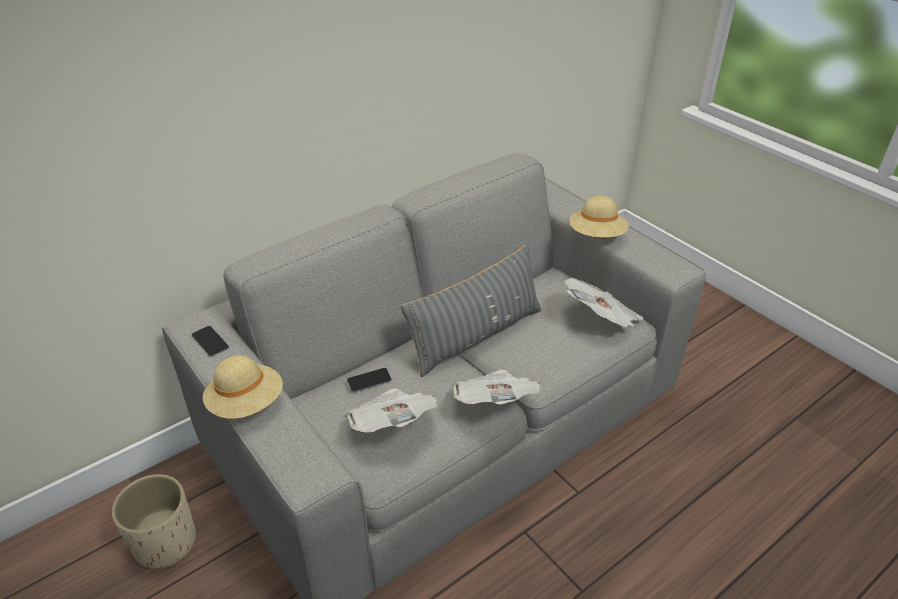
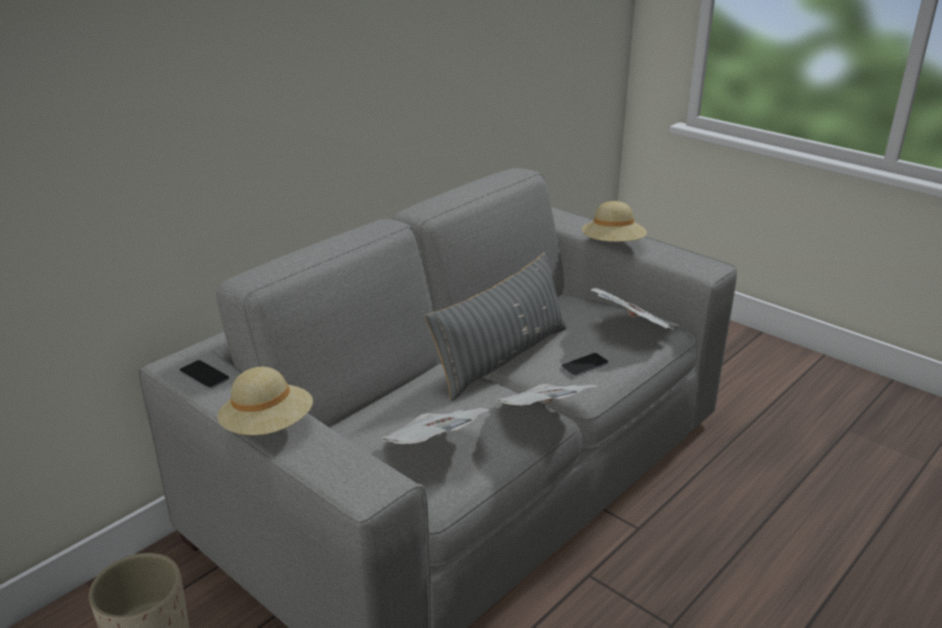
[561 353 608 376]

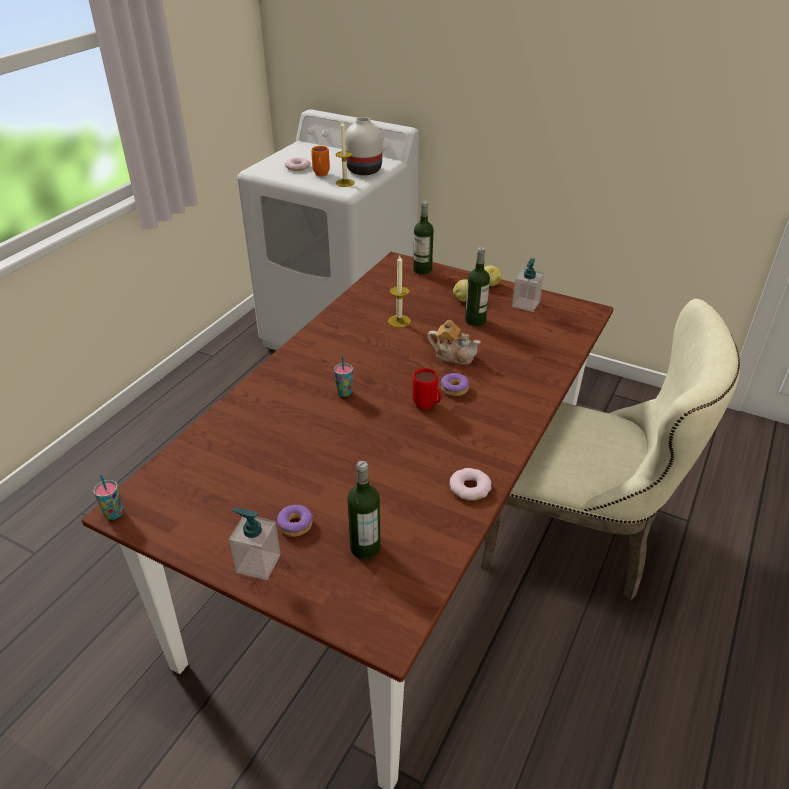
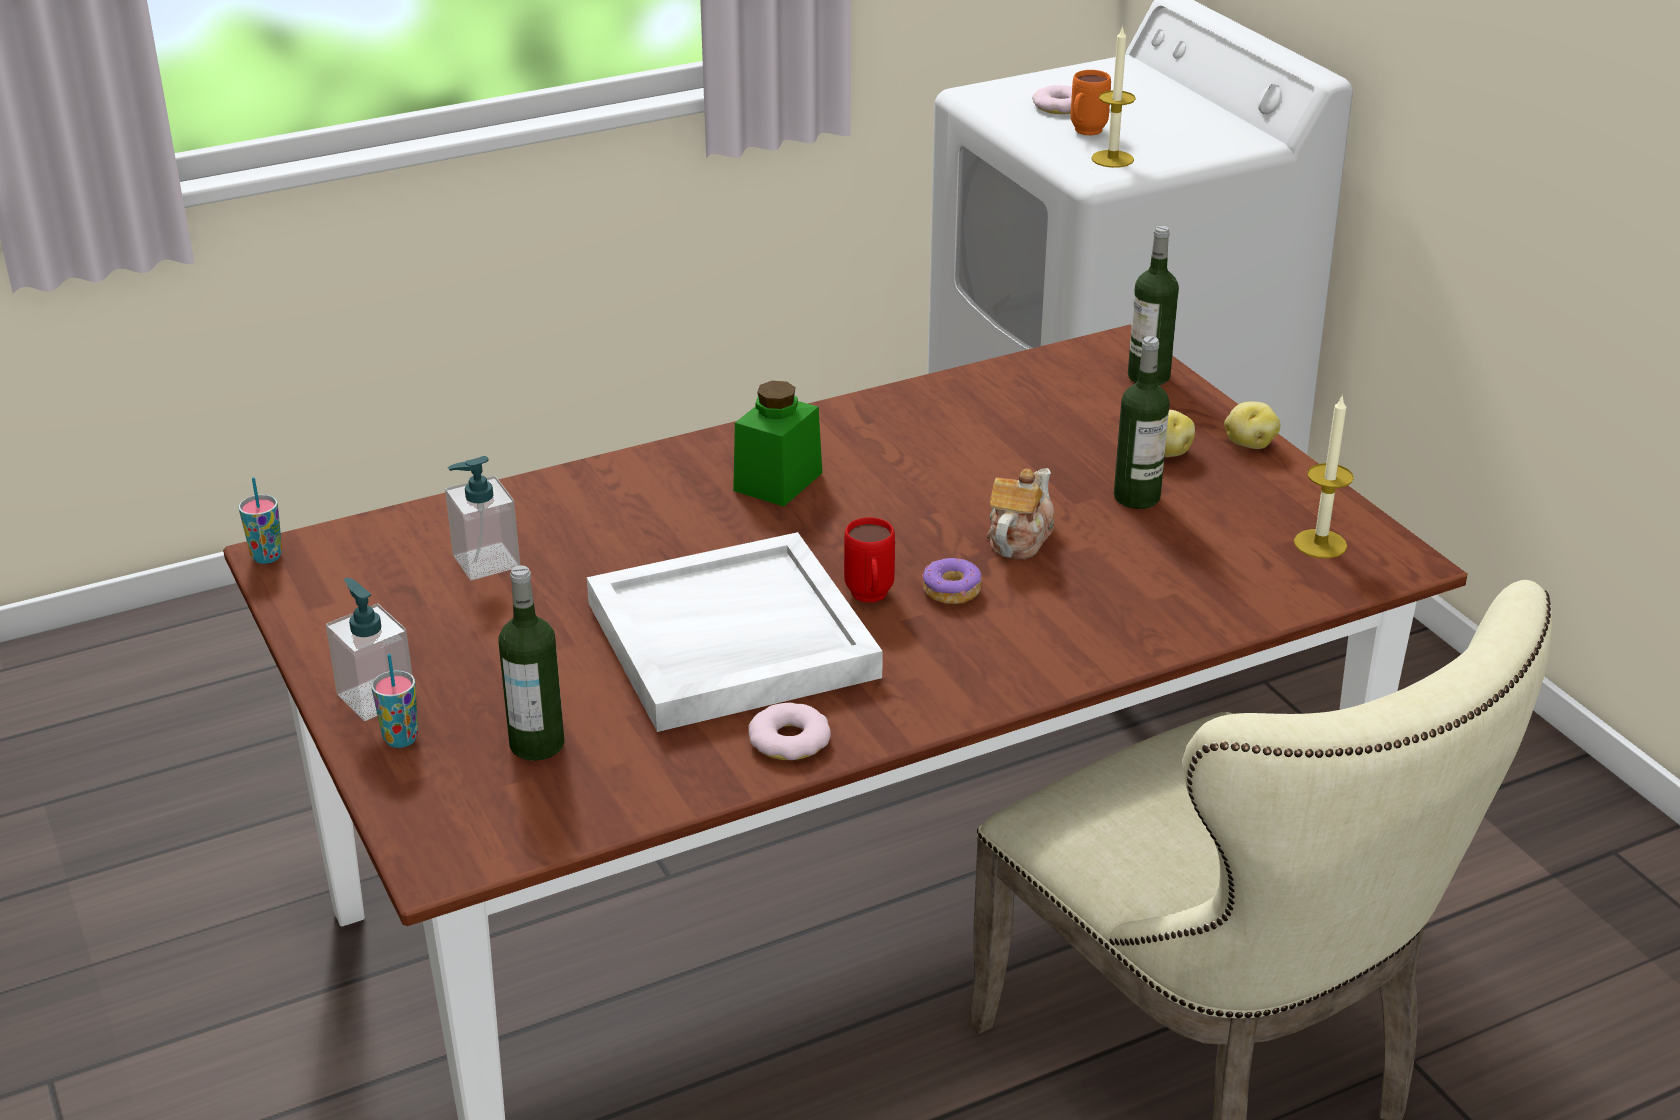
[277 505 313 537] (first image)
[345 117 382 175] (first image)
[587 532 883 732]
[733 381 822 507]
[371 654 418 748]
[1294 394 1354 558]
[445 456 520 580]
[986 468 1055 559]

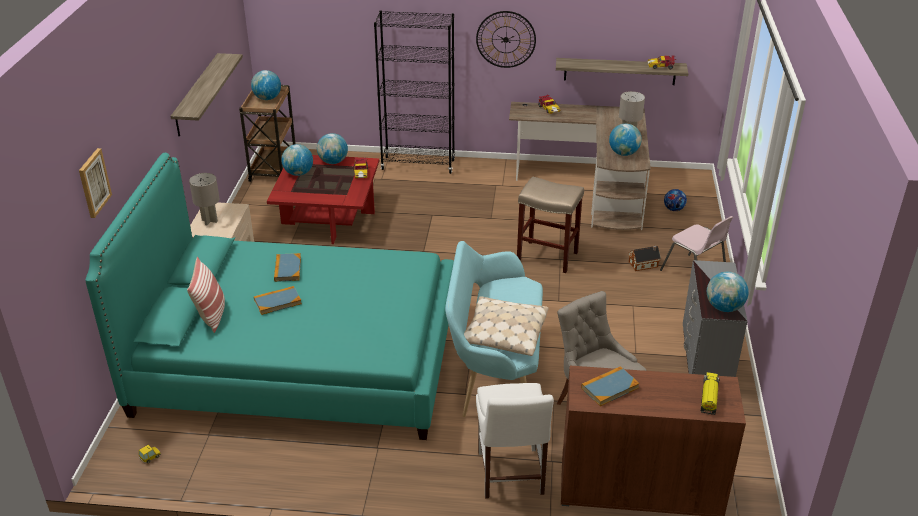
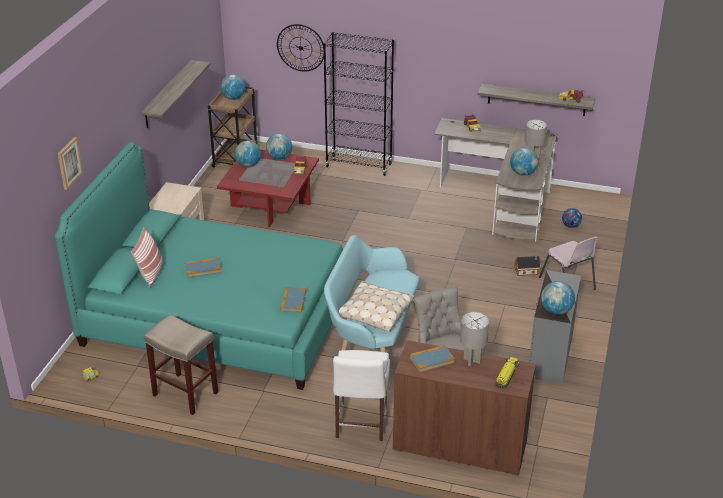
[460 312 489 366]
[280 287 306 313]
[277 24 324 72]
[144 314 218 415]

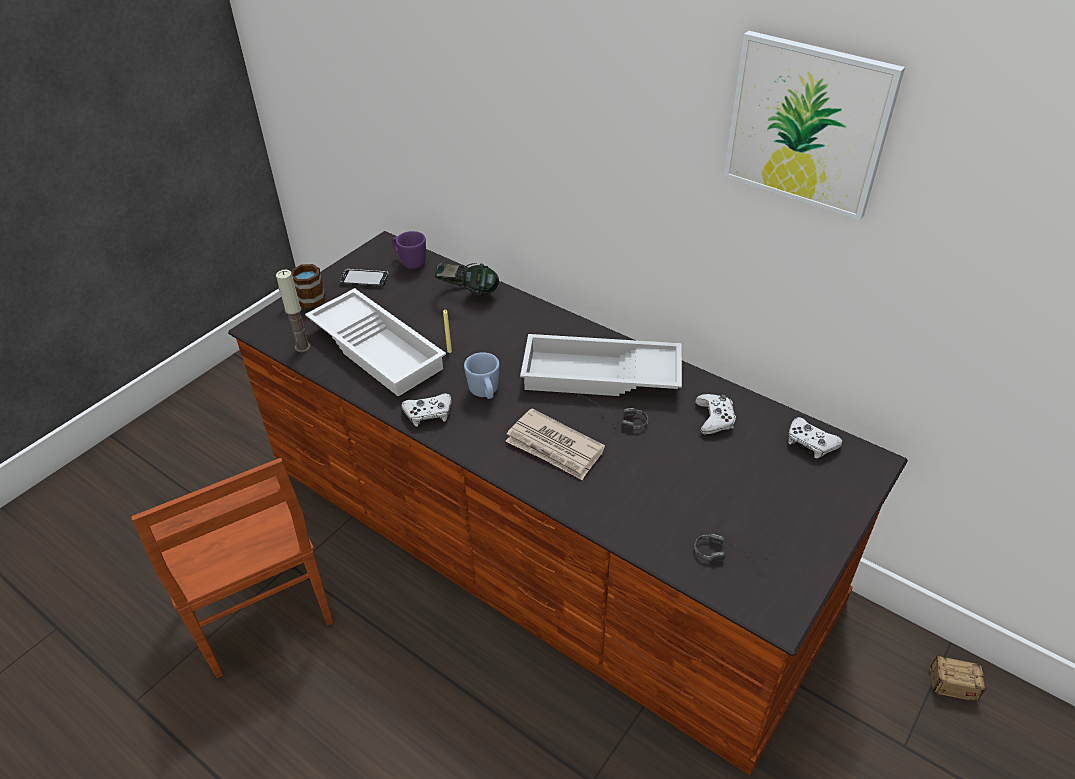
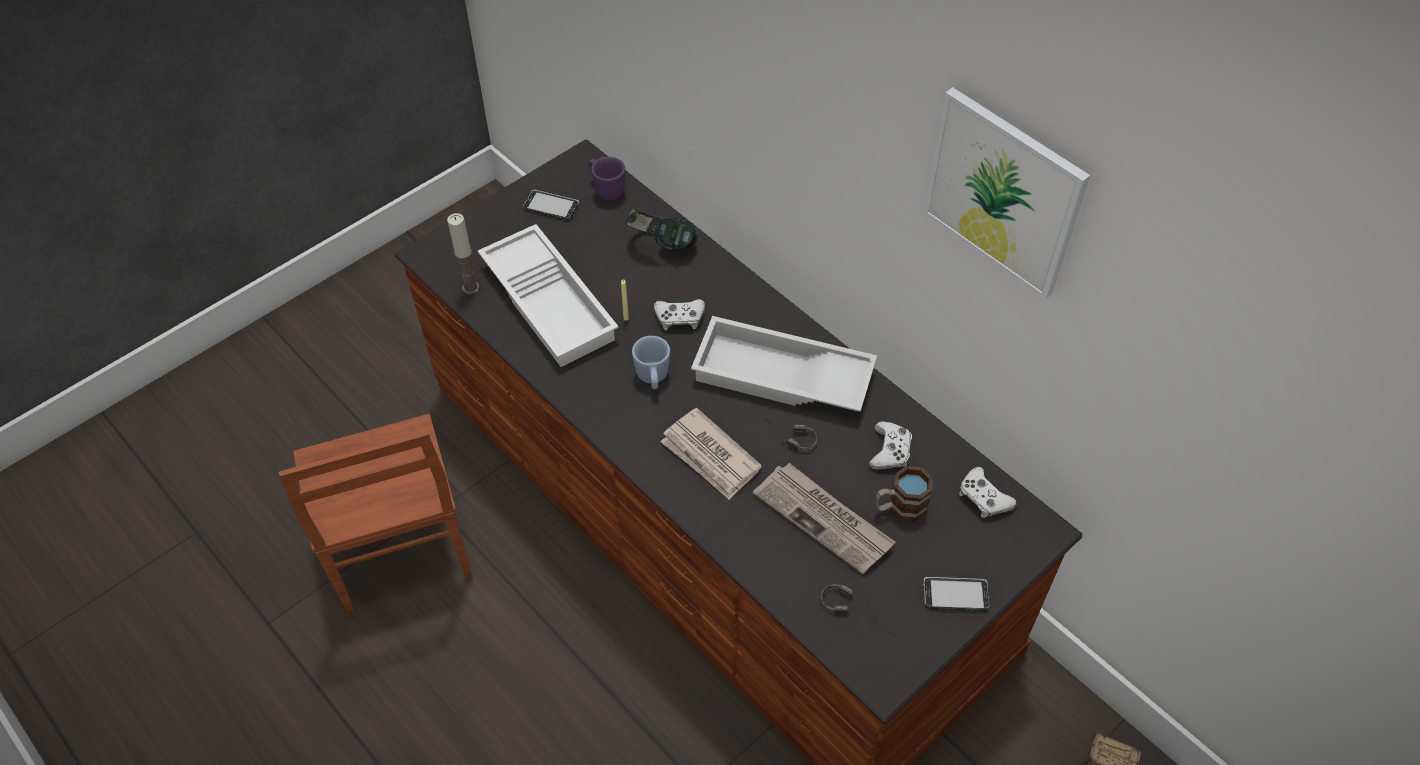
[753 463 895 575]
[923 577 990 611]
[875 466 932 522]
[654 299 705 331]

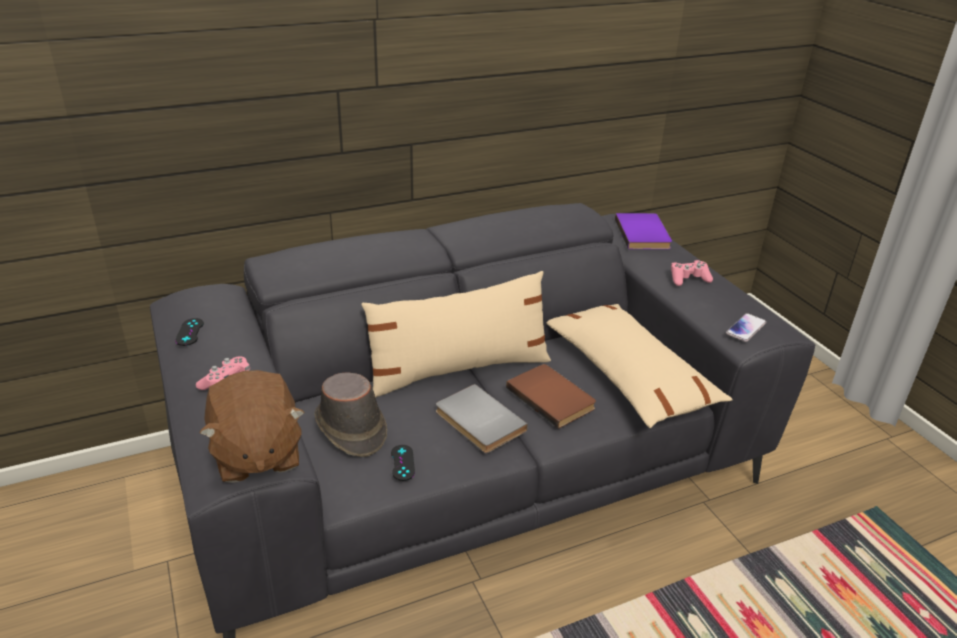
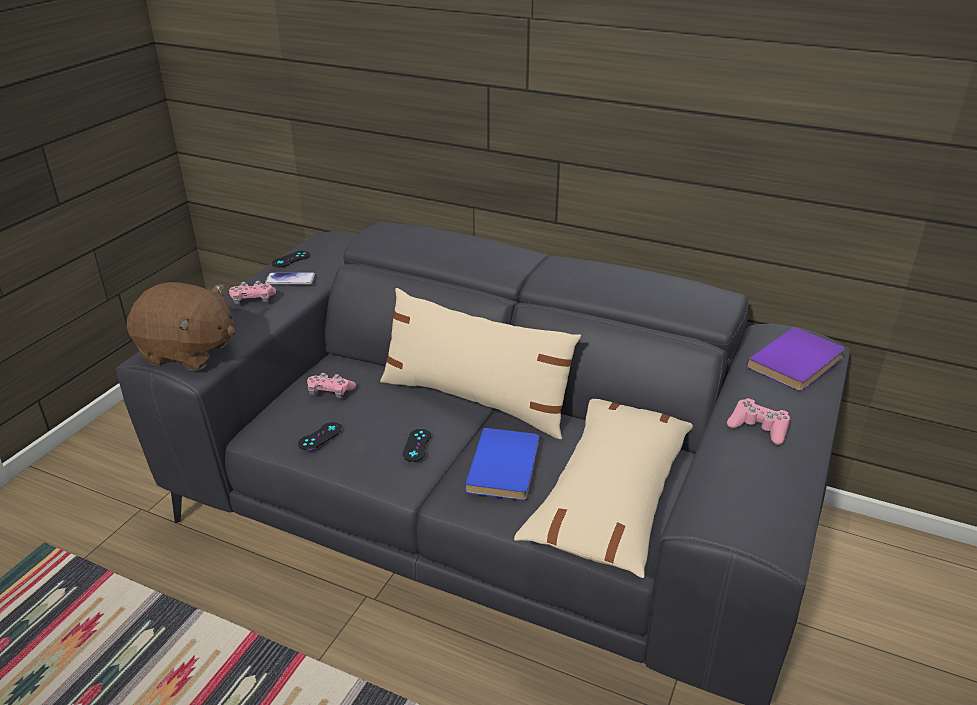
[265 272 315 285]
[307 373 356 398]
[402 429 431 462]
[465 428 539 500]
[127 282 235 371]

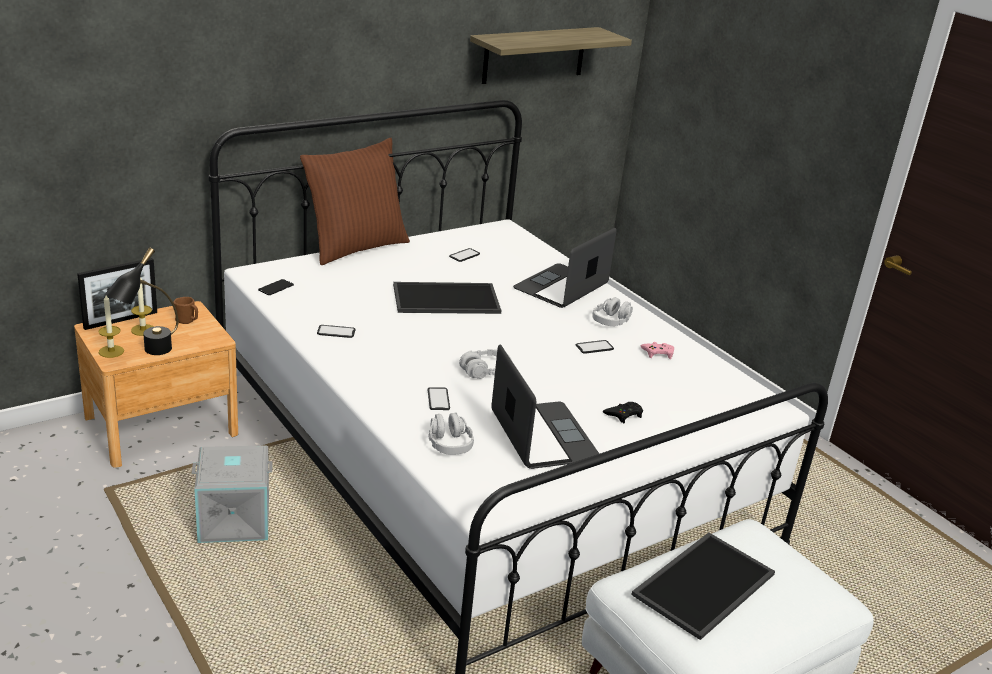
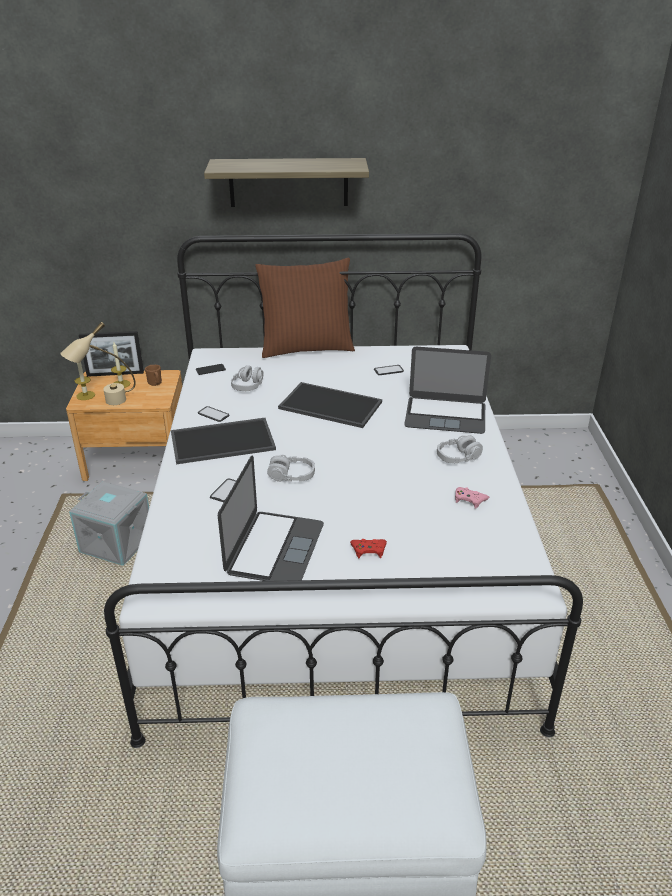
[576 340 614 354] (first image)
[231 365 263 391]
[204 158 369 207]
[171 418 276 464]
[60 322 136 405]
[350 539 387 559]
[404 347 491 434]

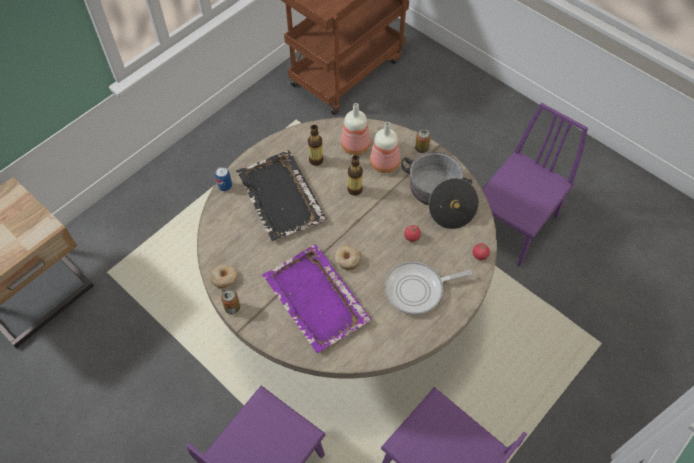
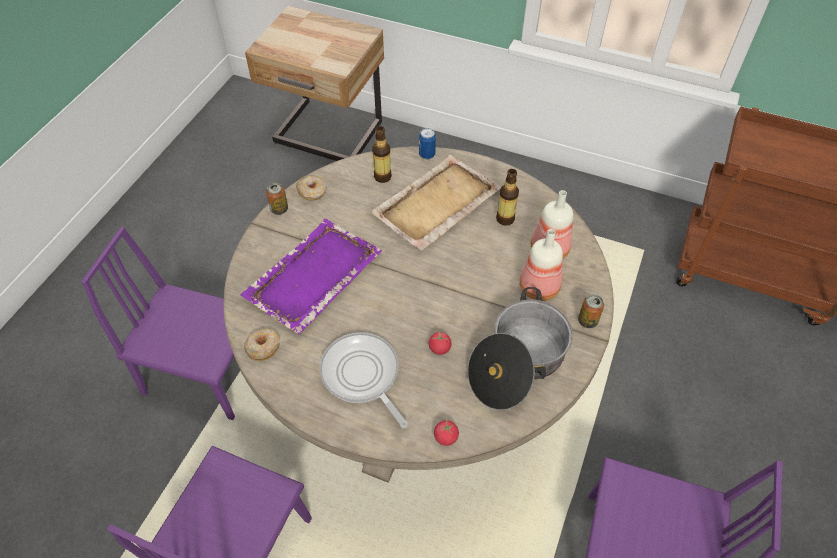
[244 328 280 361]
[372 126 392 183]
[370 155 501 251]

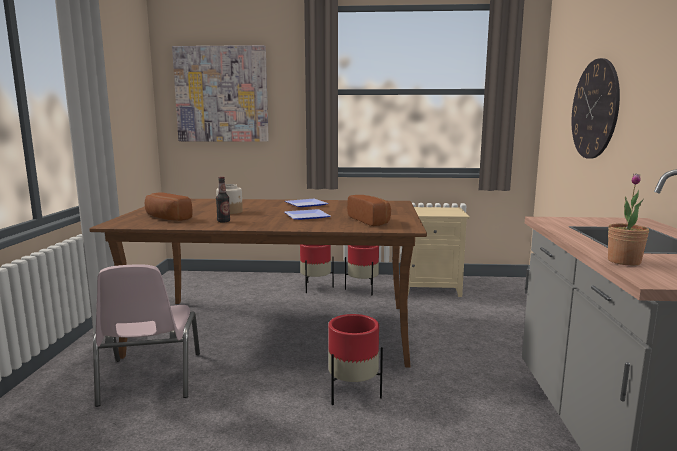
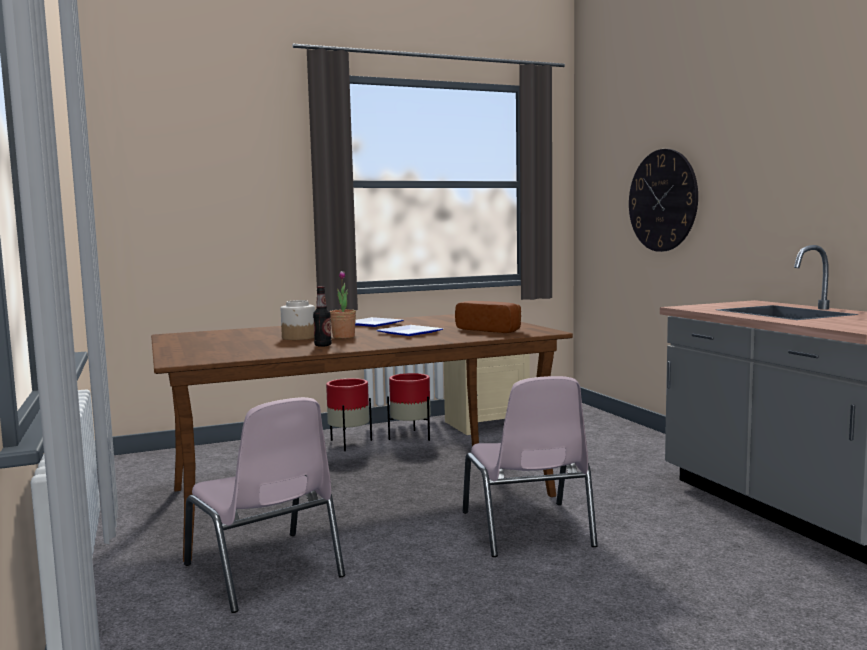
[145 193 193 221] (first image)
[172 45 269 142] (first image)
[330 271 356 338]
[463 376 598 557]

